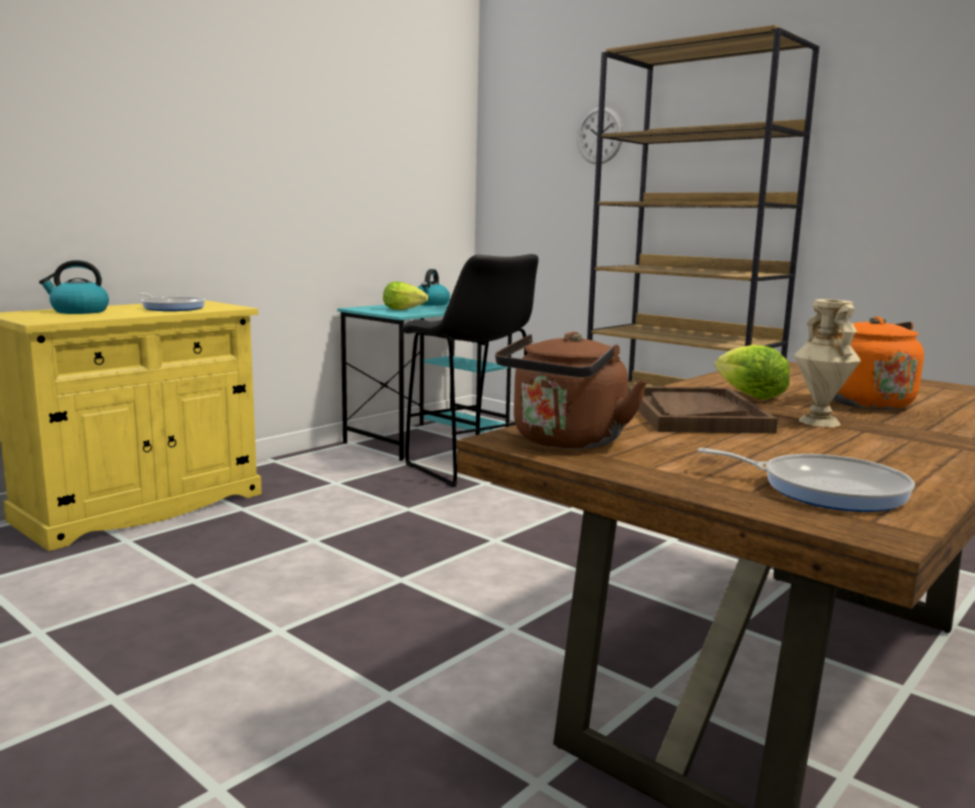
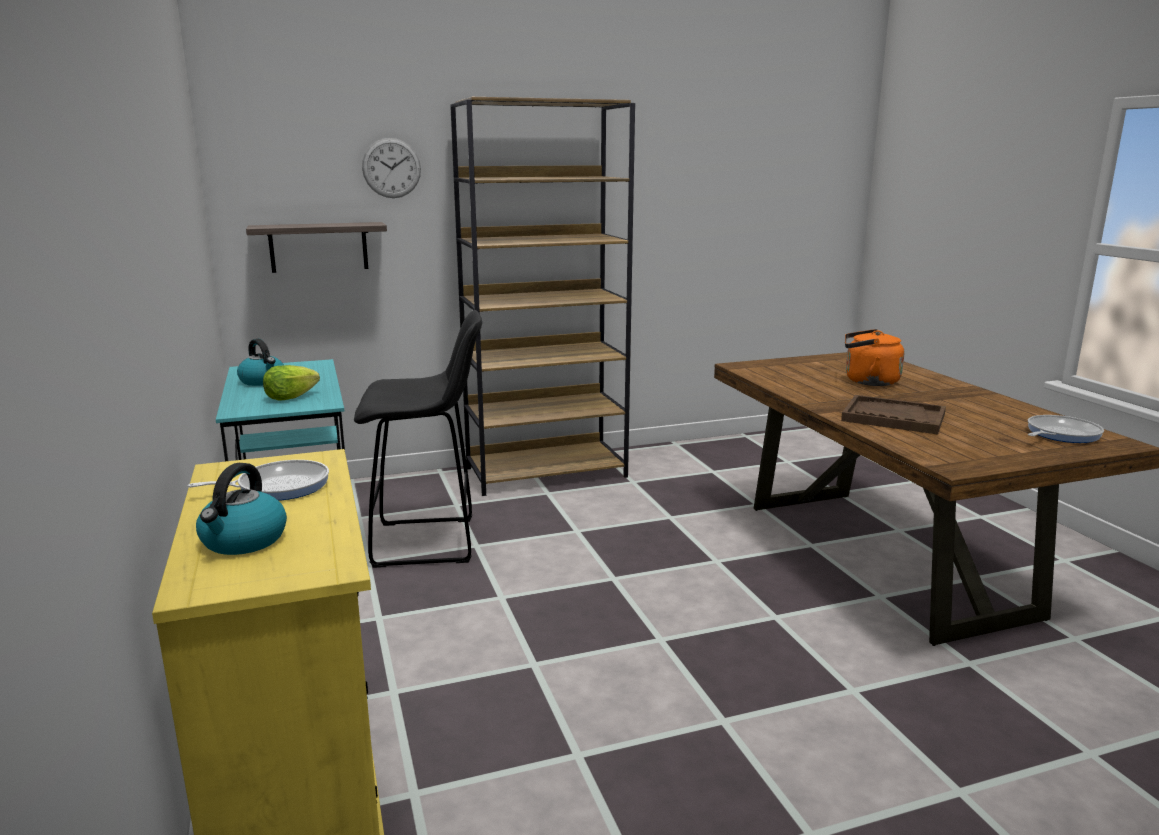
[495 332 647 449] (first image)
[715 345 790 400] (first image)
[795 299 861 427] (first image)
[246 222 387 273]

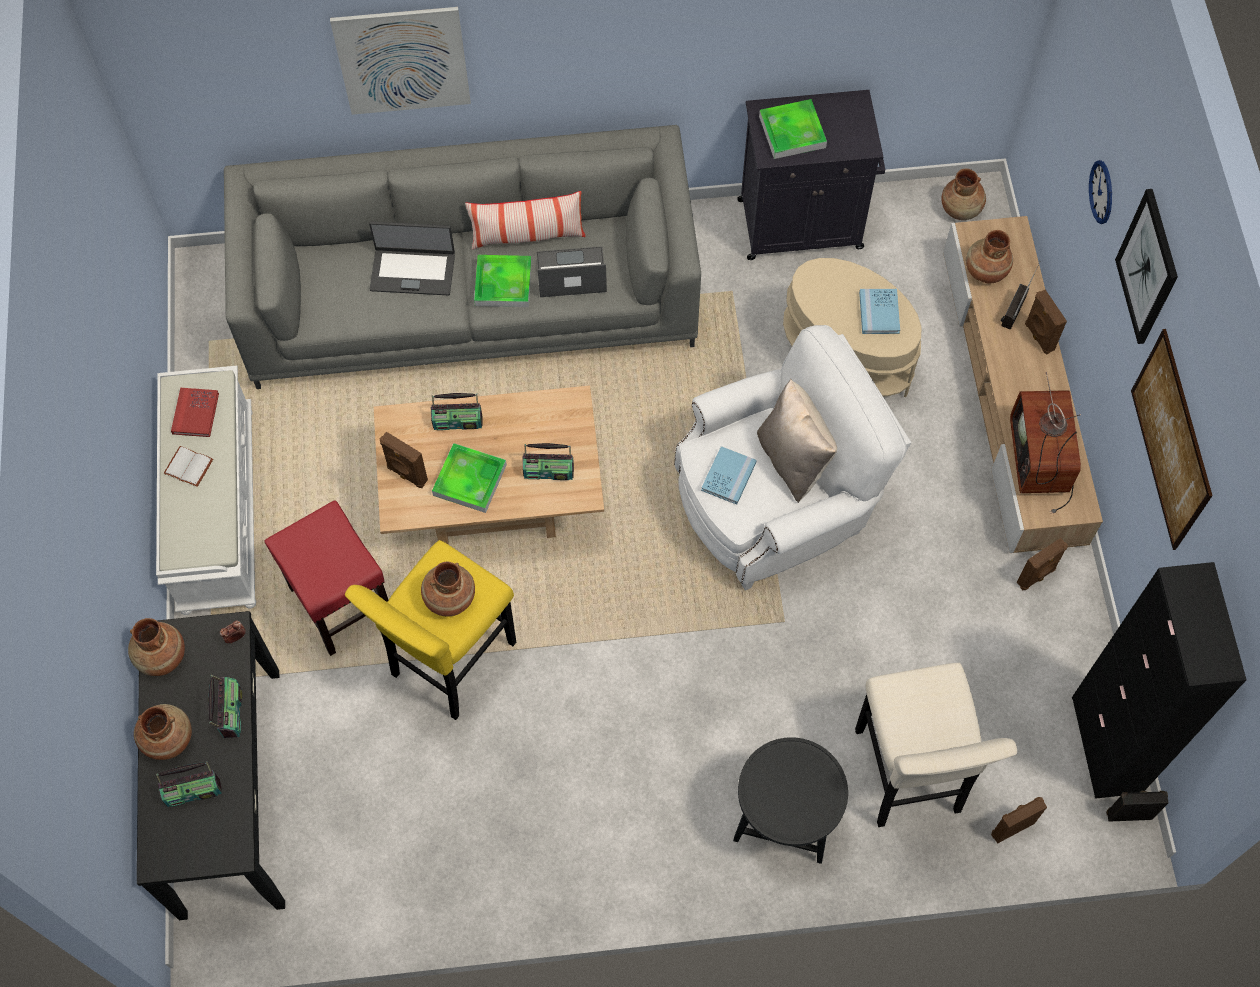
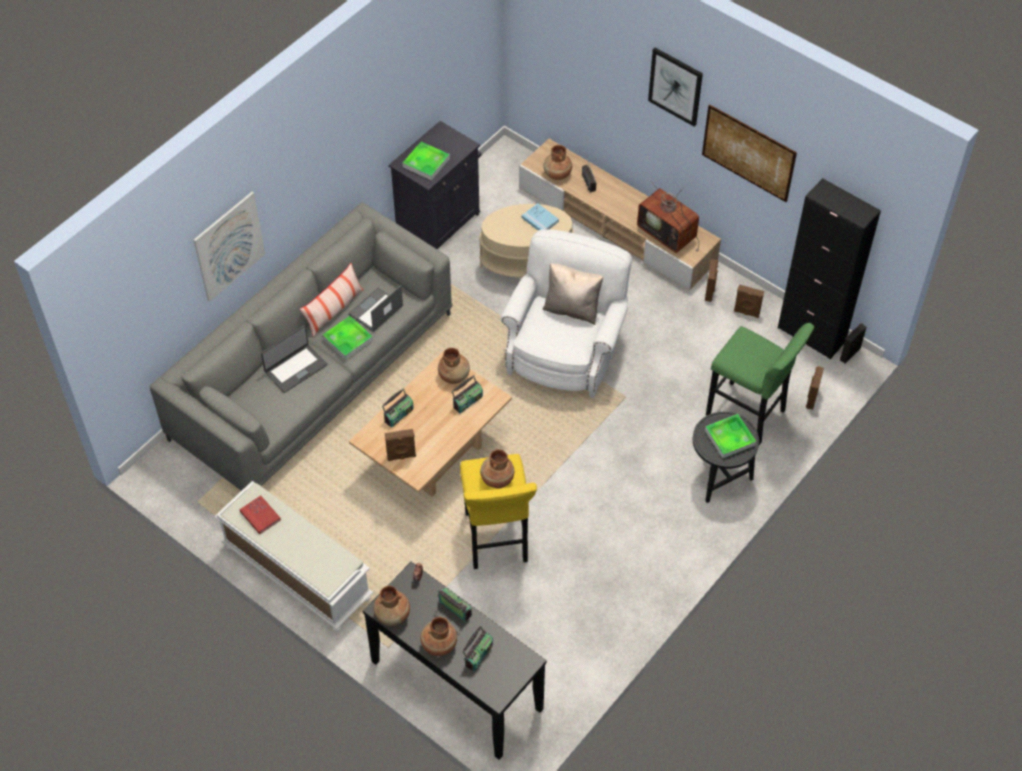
[164 446 213 487] (first image)
[264 501 388 656] (first image)
[701 446 757 505] (first image)
[1089 160 1112 224] (first image)
[705 414 756 458]
[438 348 470 384]
[734 284 764 318]
[706 323 815 445]

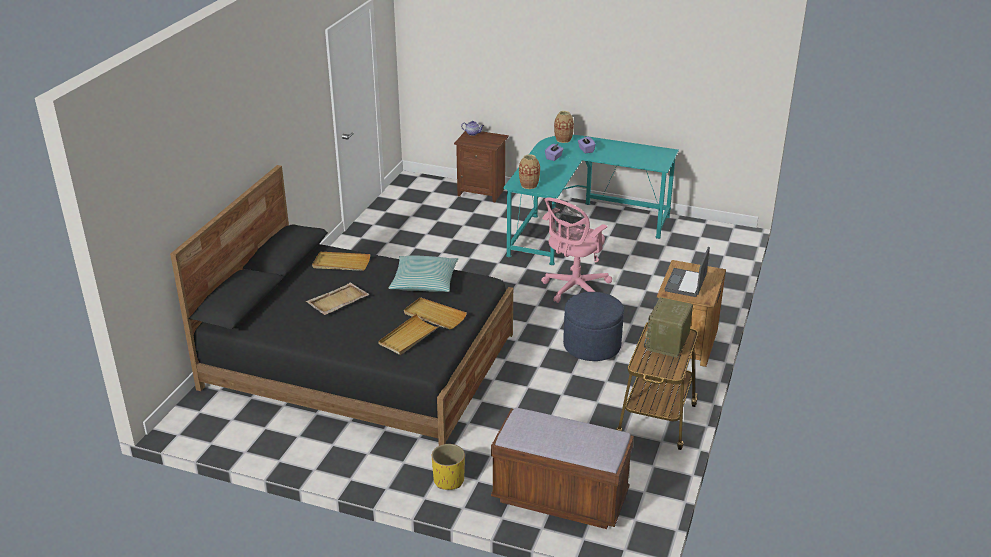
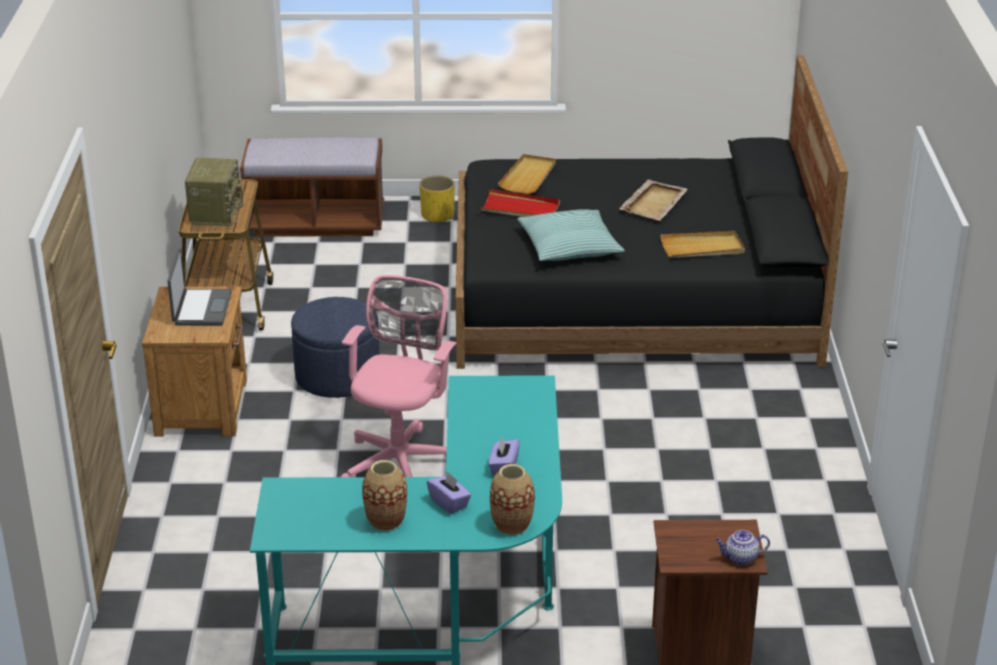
[362 460 407 531]
[480 189 560 217]

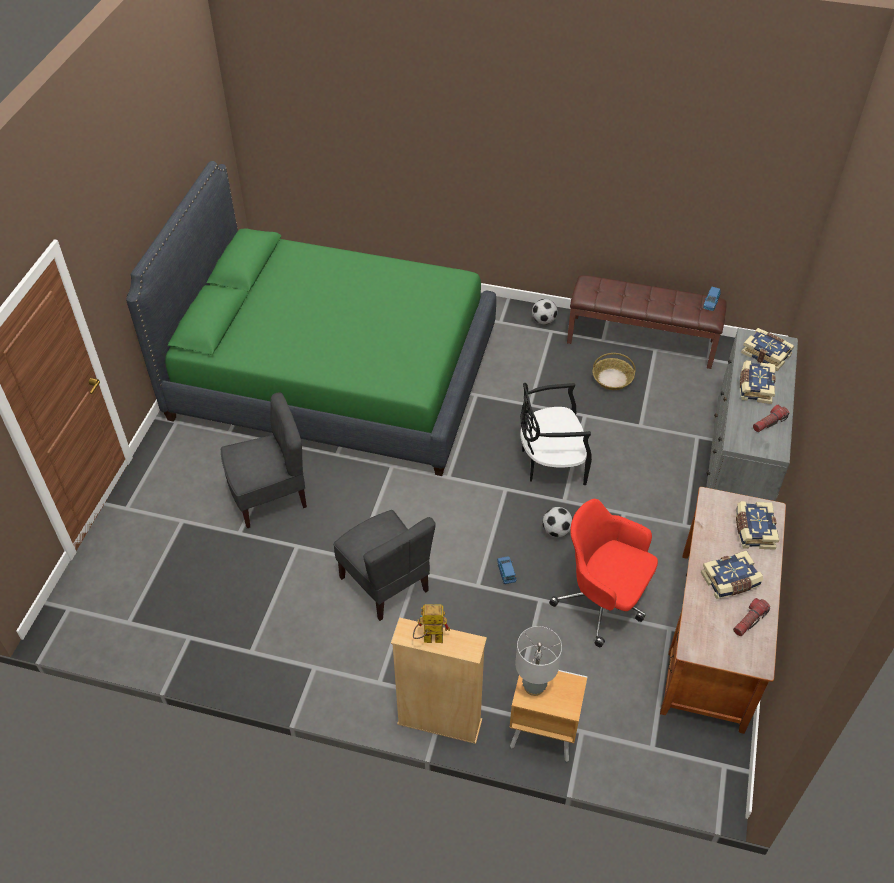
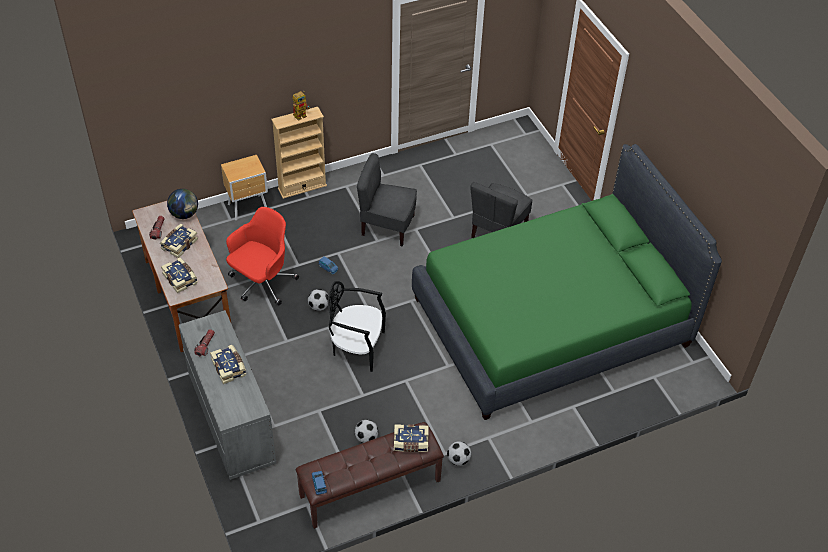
[515 626 562 696] (first image)
[167 189 198 219]
[394 424 429 452]
[355 420 378 443]
[328 281 386 372]
[226 207 299 305]

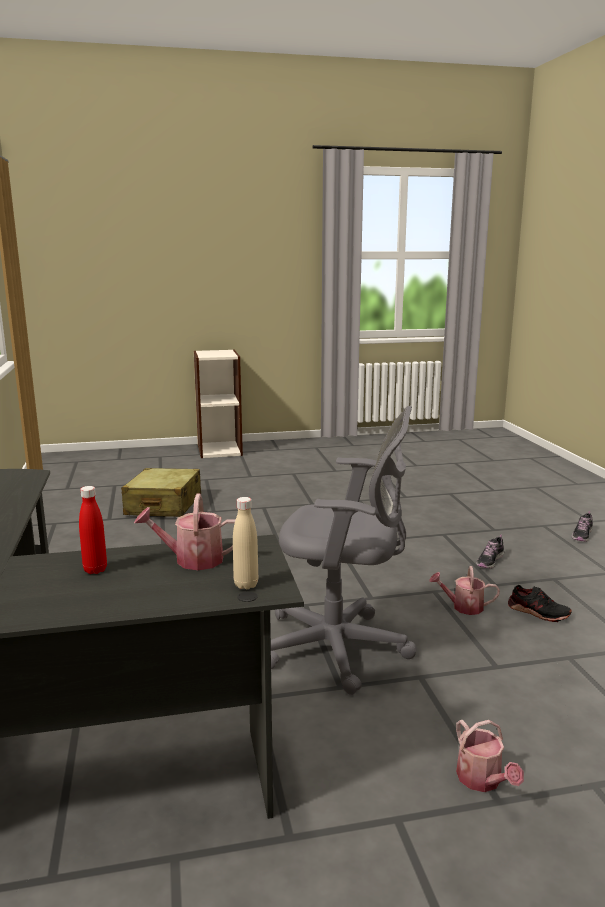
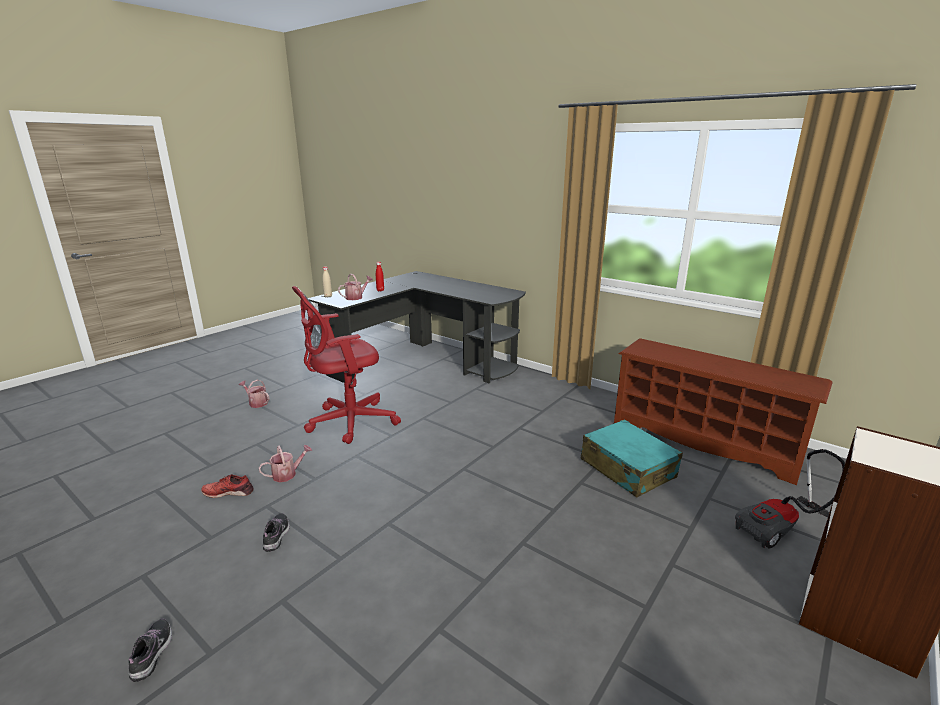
[614 338 833 485]
[735 449 845 549]
[581 419 683 497]
[292 286 401 444]
[201 474 254 498]

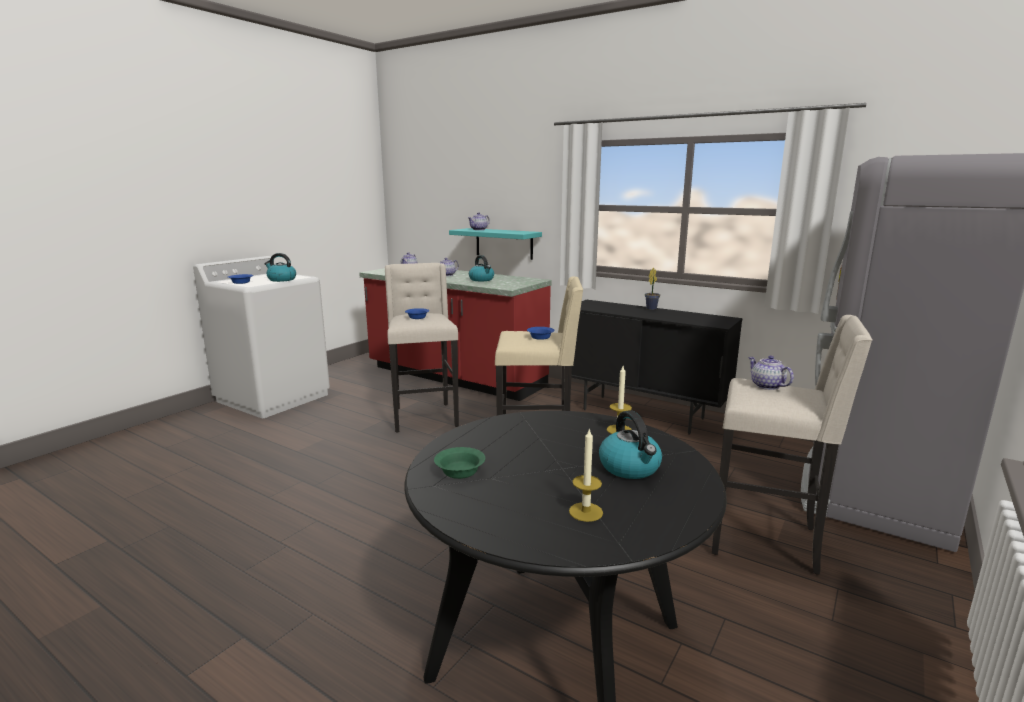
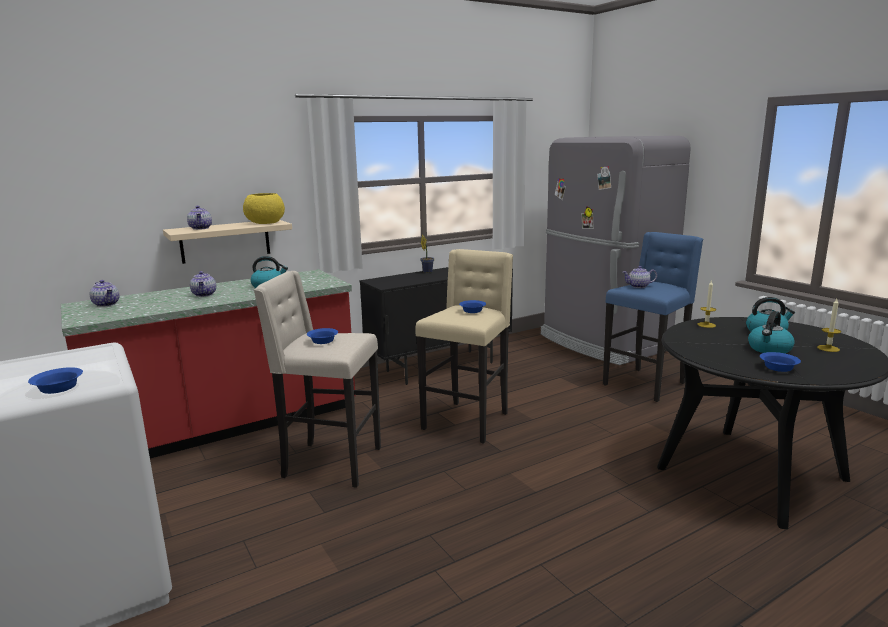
[243 193 285 224]
[748 311 795 354]
[760 352 801 372]
[163 220 292 264]
[603 232 703 402]

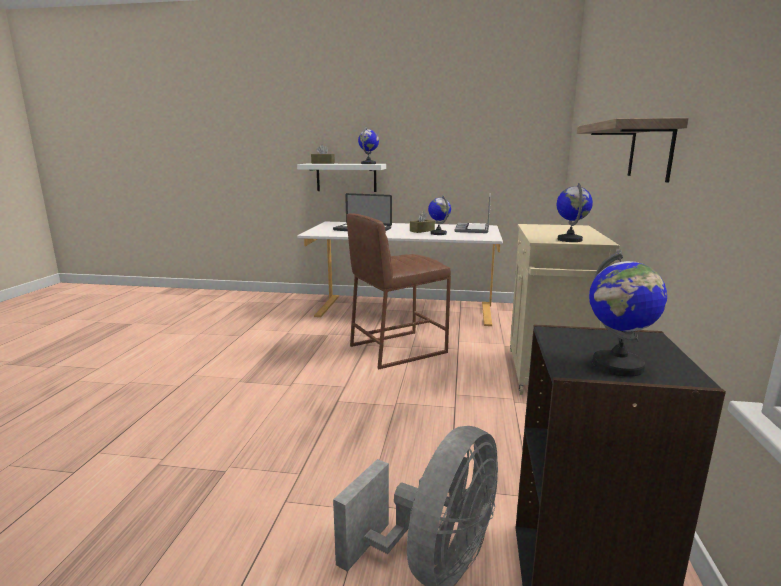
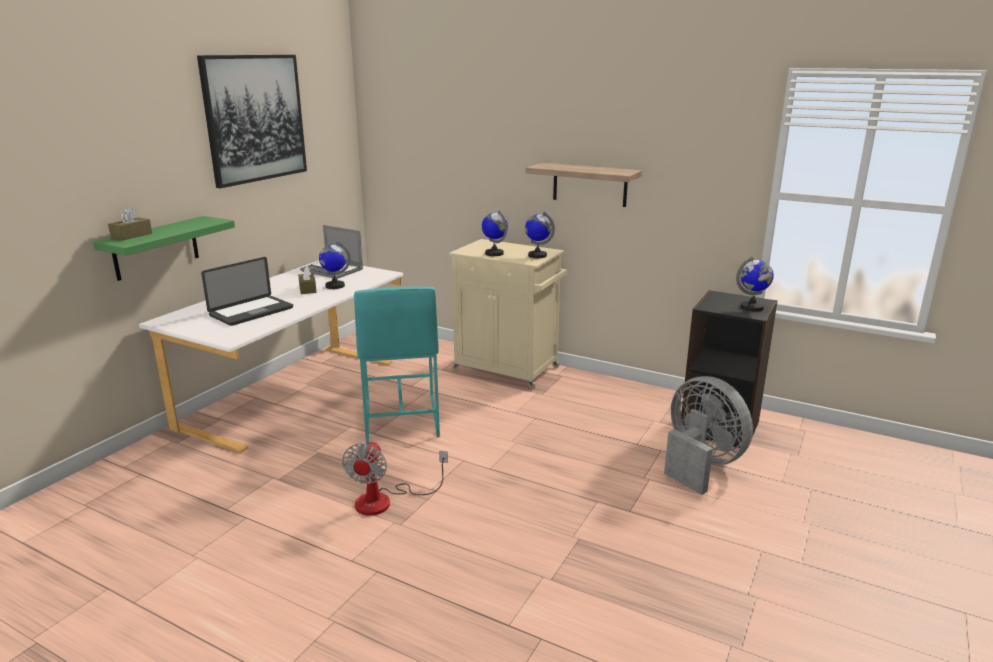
[197 55 307 188]
[342 441 448 516]
[482 211 508 256]
[93 216 235 281]
[354 287 440 443]

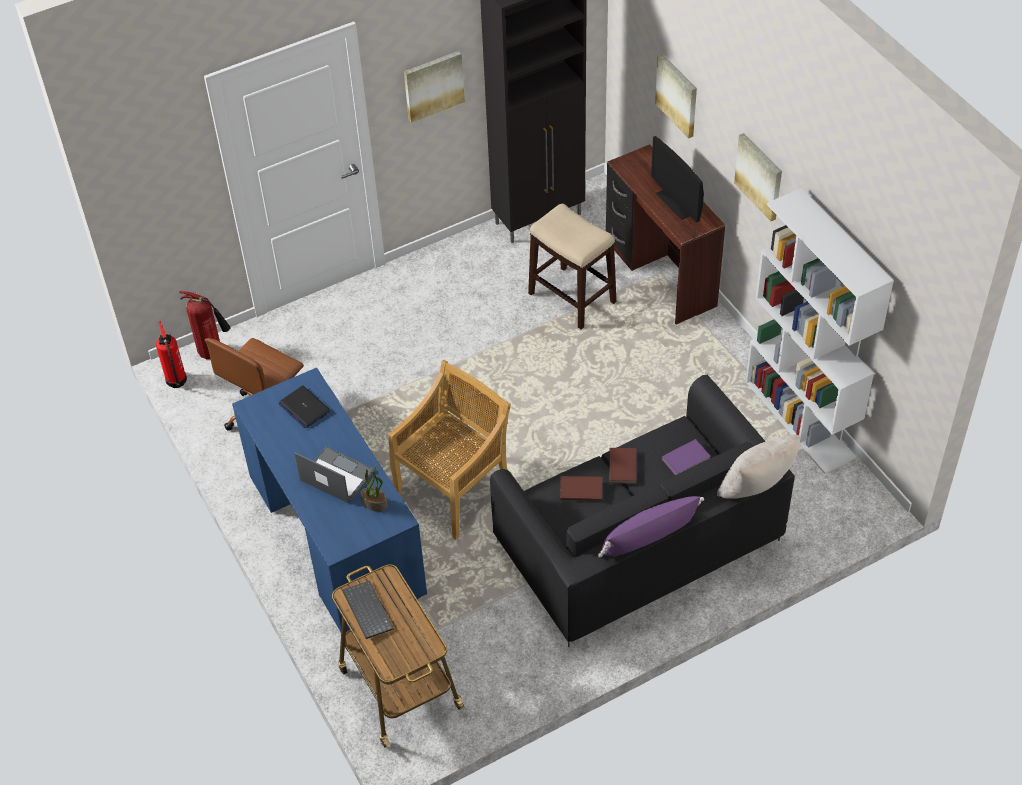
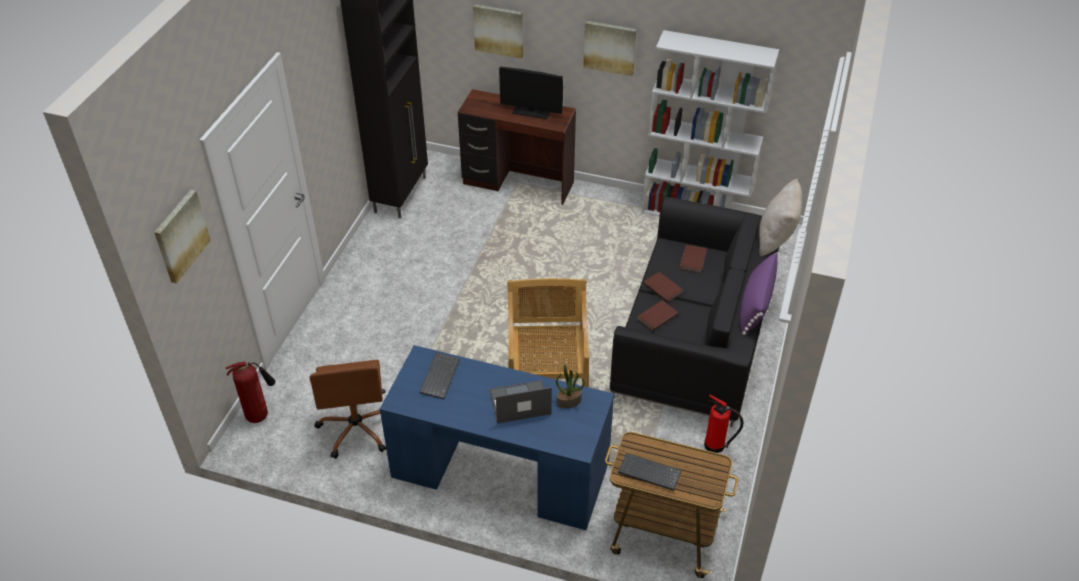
[528 204 616 330] (first image)
[704 395 743 453]
[154 190 211 284]
[419 352 460 399]
[680 245 707 273]

